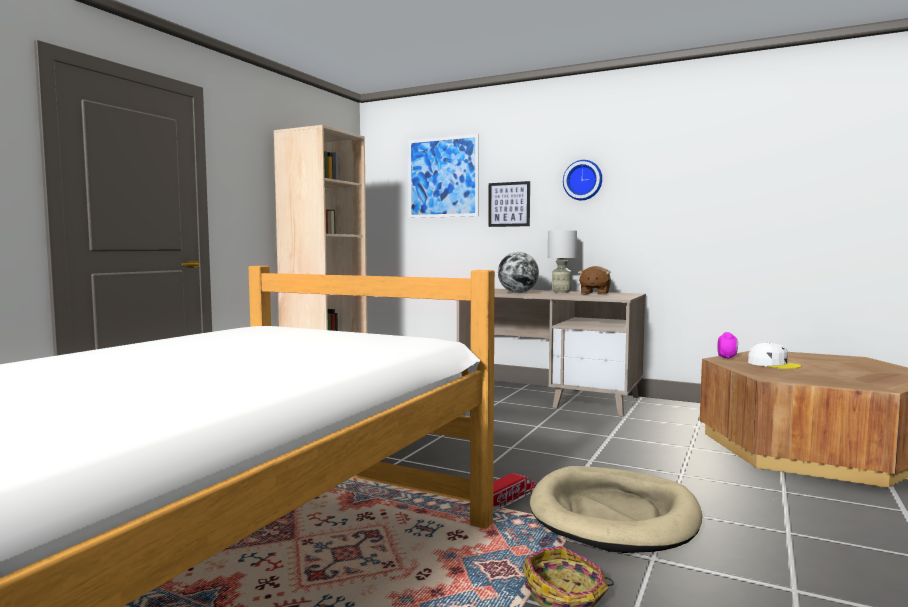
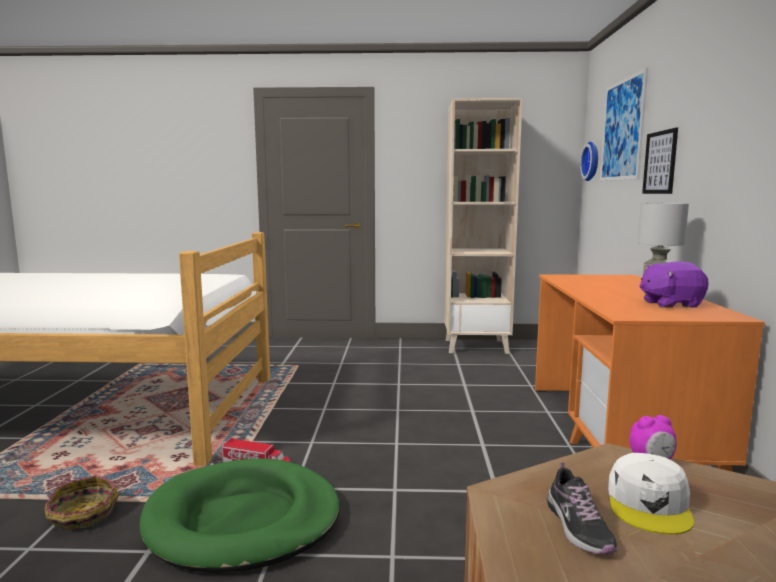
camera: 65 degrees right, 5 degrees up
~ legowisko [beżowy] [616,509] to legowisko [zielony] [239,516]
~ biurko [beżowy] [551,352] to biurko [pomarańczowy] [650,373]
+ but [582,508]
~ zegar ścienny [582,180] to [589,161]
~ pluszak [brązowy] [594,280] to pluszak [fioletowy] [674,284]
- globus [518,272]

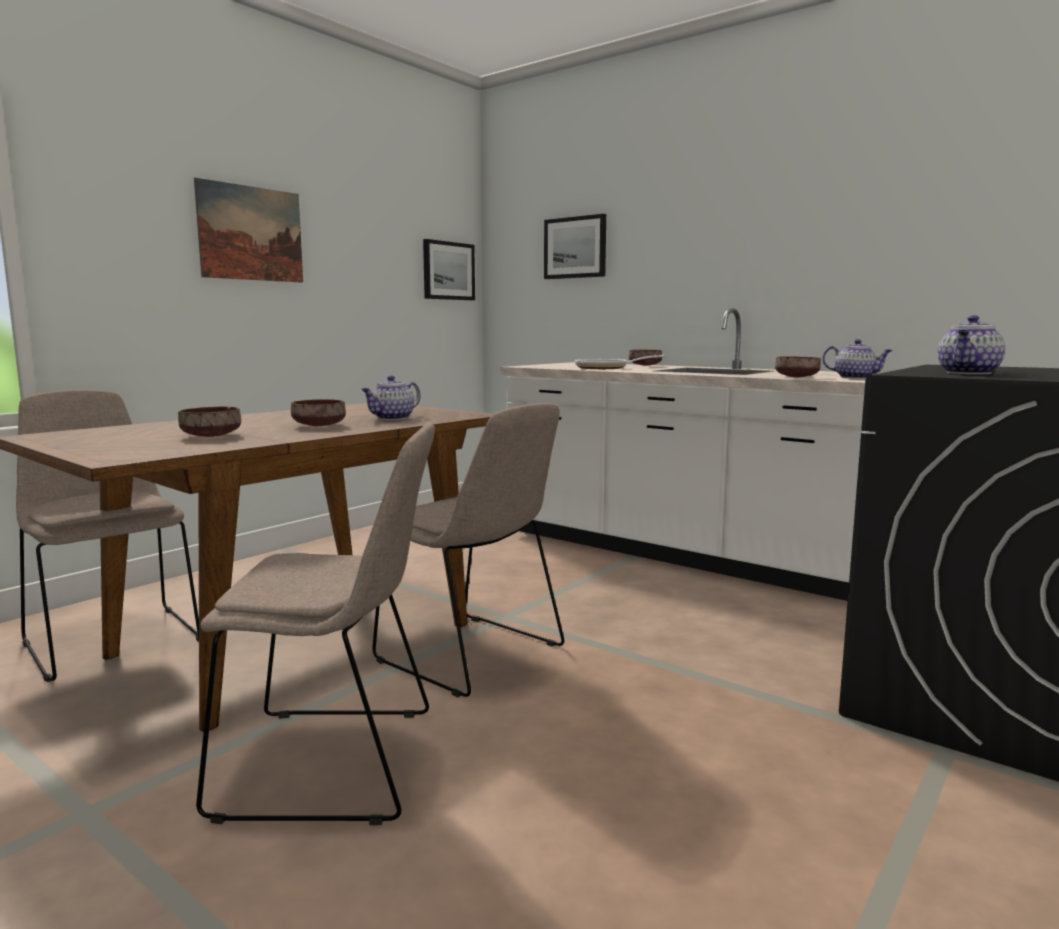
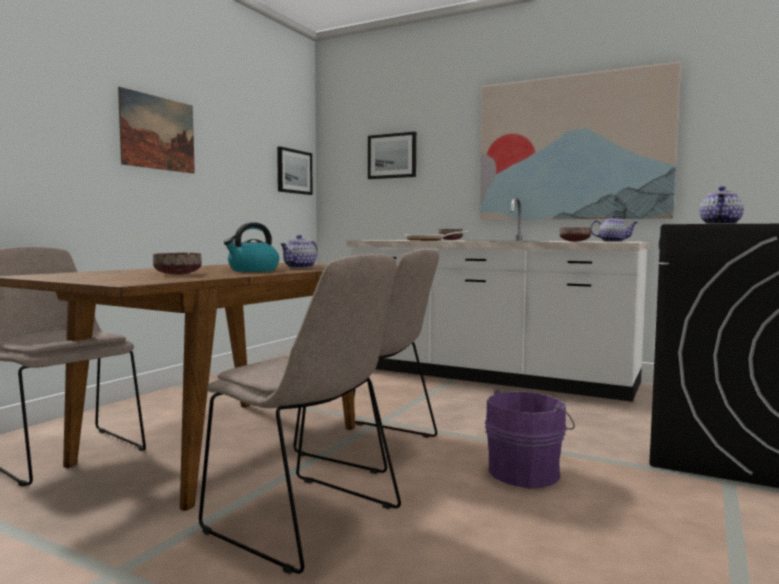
camera: 10 degrees left, 5 degrees down
~ krzesło [beżowy] [315,623] = [300,414] 45 degrees clockwise
~ miska [brązowy] [318,412] to czajnik [251,247]
+ obraz [580,140]
+ wiadro [fioletowy] [530,439]

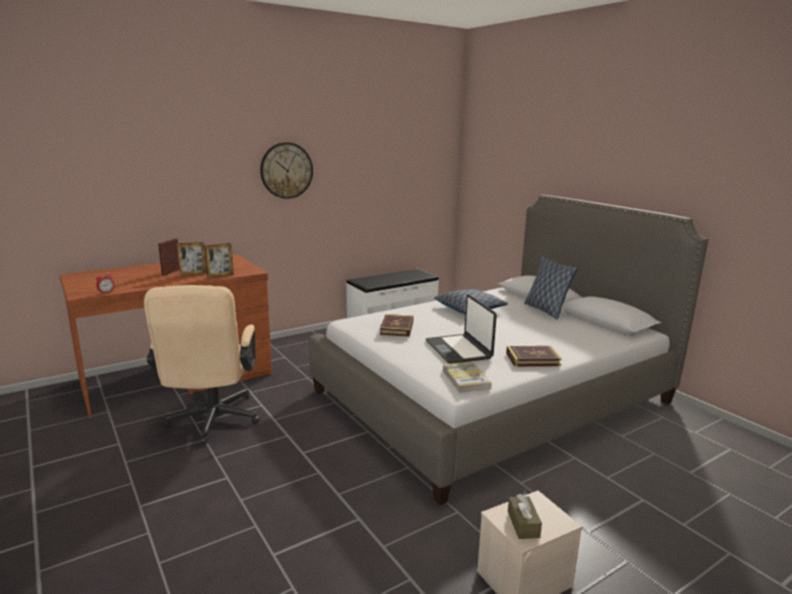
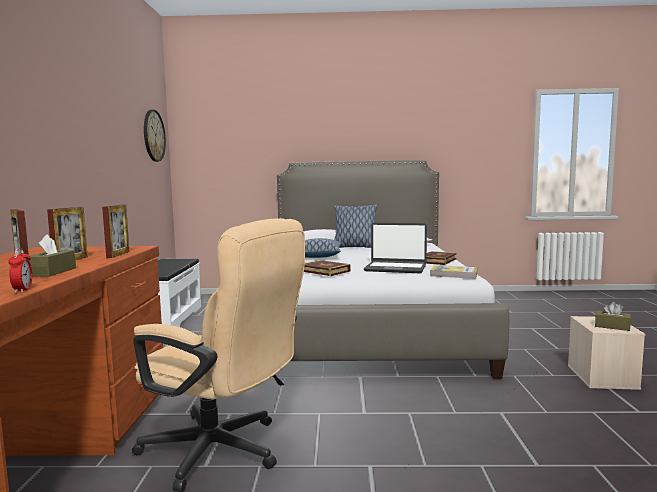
camera: 55 degrees left, 10 degrees down
+ pudełko chusteczek [brązowy] [52,256]
~ zegar ścienny [286,170] to [155,136]

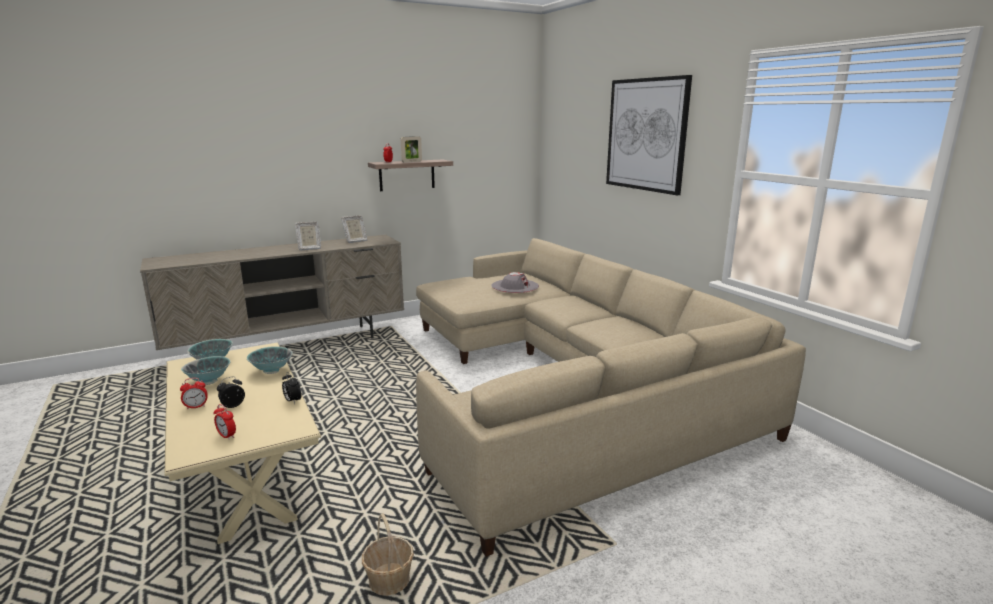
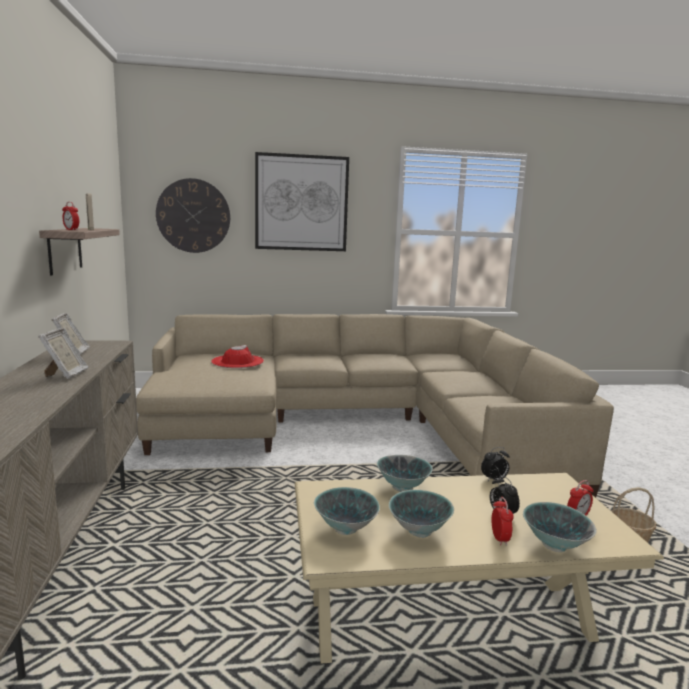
camera: 70 degrees left, 5 degrees down
+ zegar ścienny [193,215]
~ kapelusz [szary] [515,282] to kapelusz [czerwony] [237,356]
+ miska [560,527]

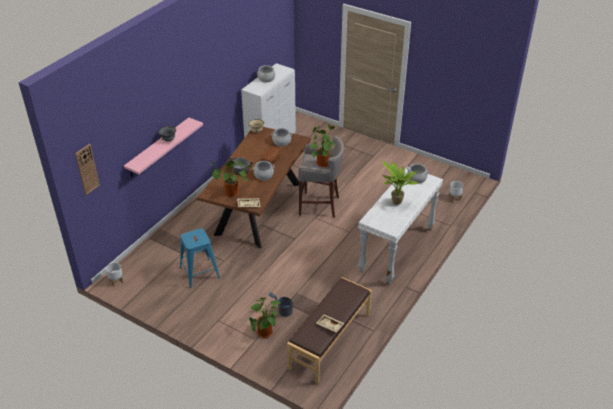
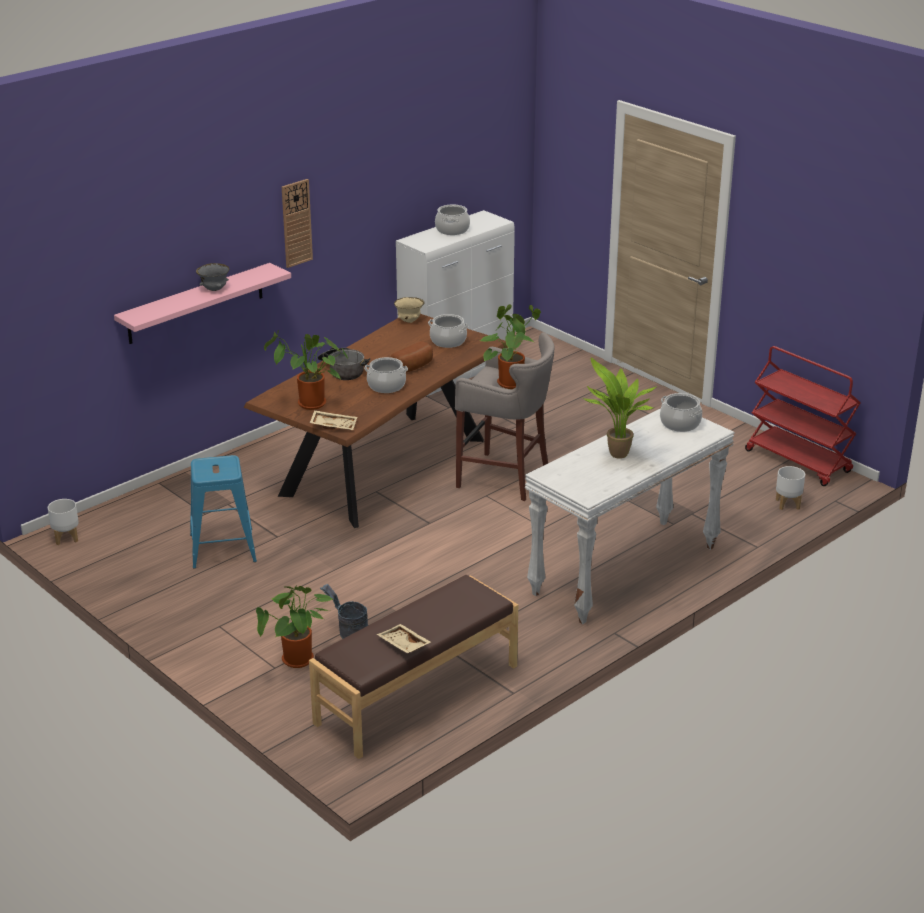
camera: 15 degrees right, 10 degrees down
~ zegar ścienny [87,169] to [297,223]
+ wózek [czerwony] [803,416]

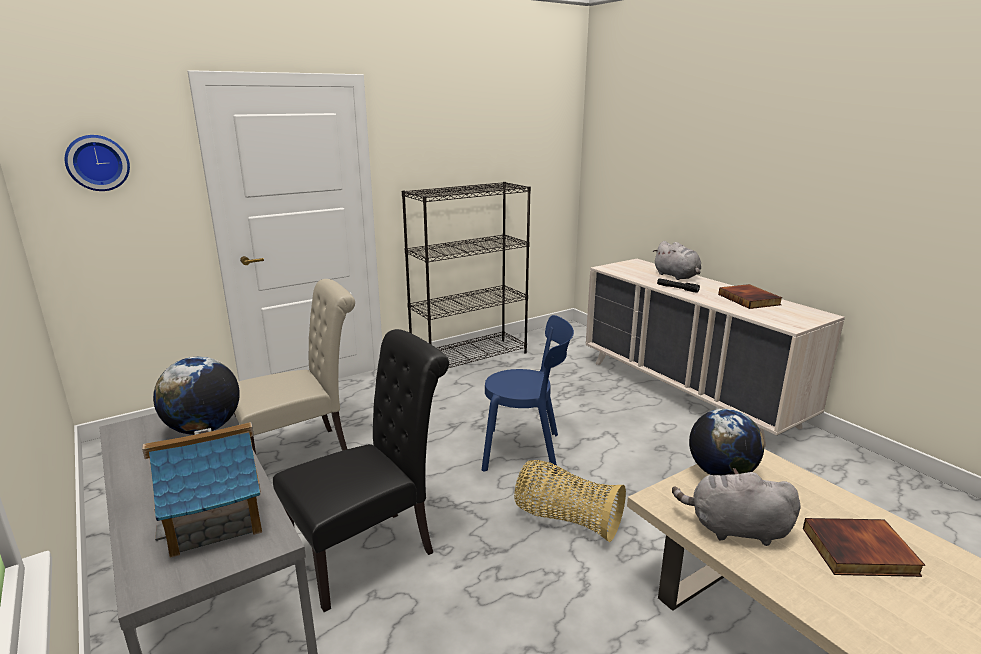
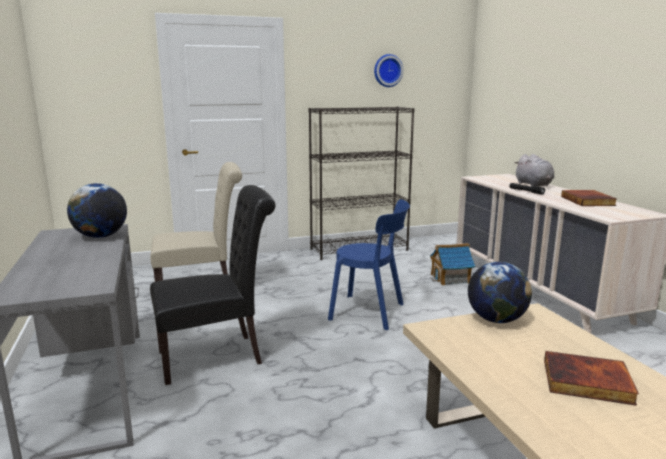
camera: 15 degrees right, 5 degrees down
~ zegar ścienny [97,163] to [388,70]
~ domek [202,490] to [452,264]
- koszyk [570,501]
- pluszak [szary] [736,507]

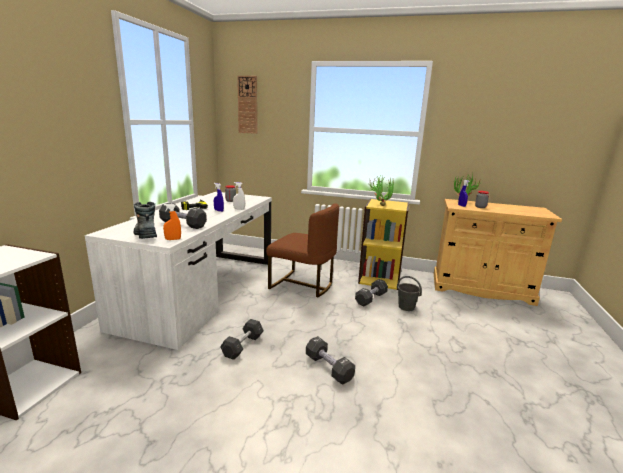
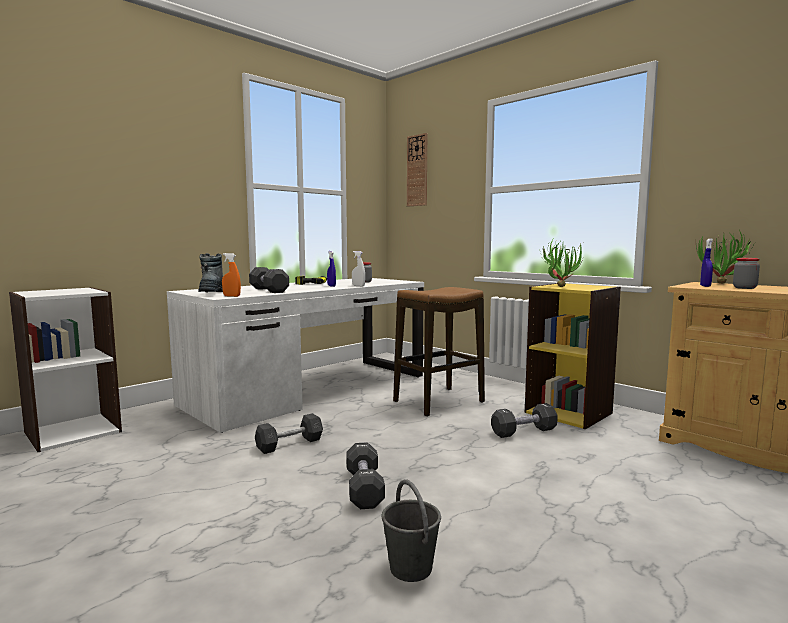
camera: 30 degrees right, 10 degrees down
~ wiadro [szary] [409,293] to [411,530]
~ krzesło [brązowy] [302,250] to stołek [439,352]

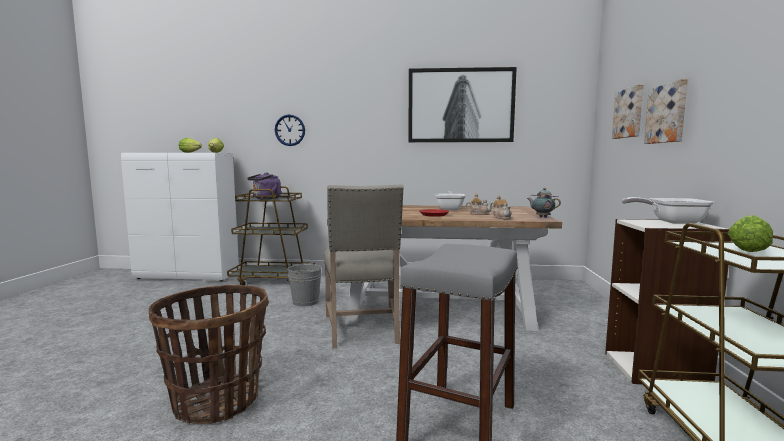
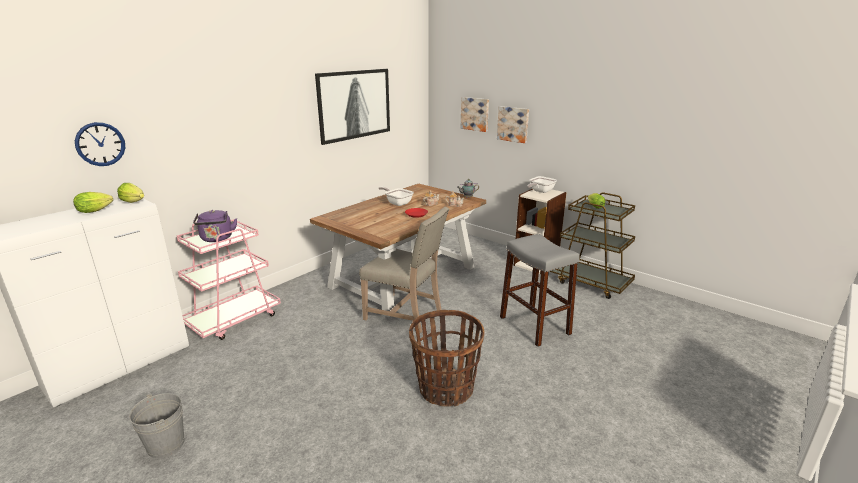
camera: 55 degrees left, 15 degrees up
~ zegar ścienny [290,130] to [100,144]
~ wiadro [szary] [304,284] to [157,425]
~ wózek [brązowy] [271,235] to wózek [różowy] [229,279]

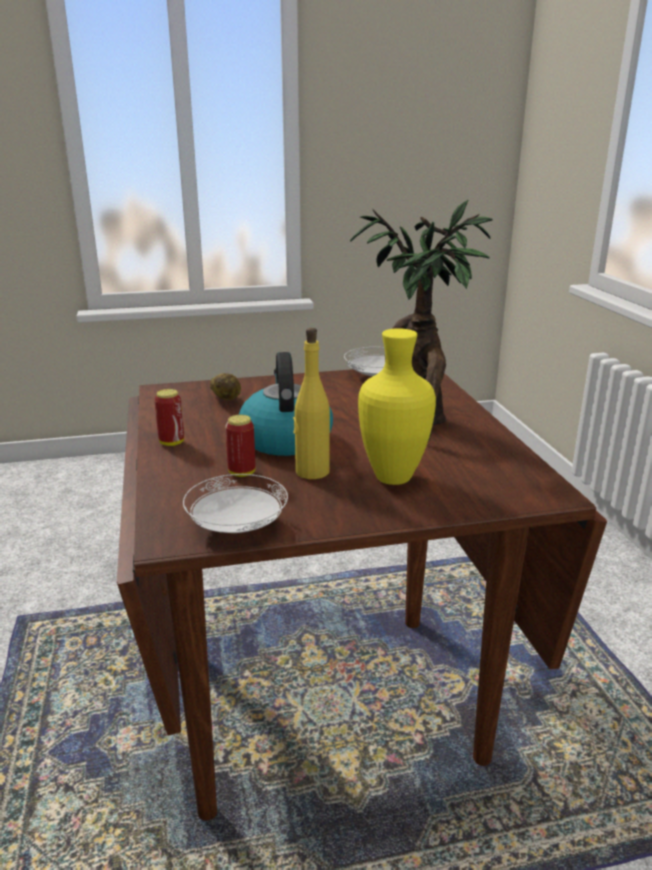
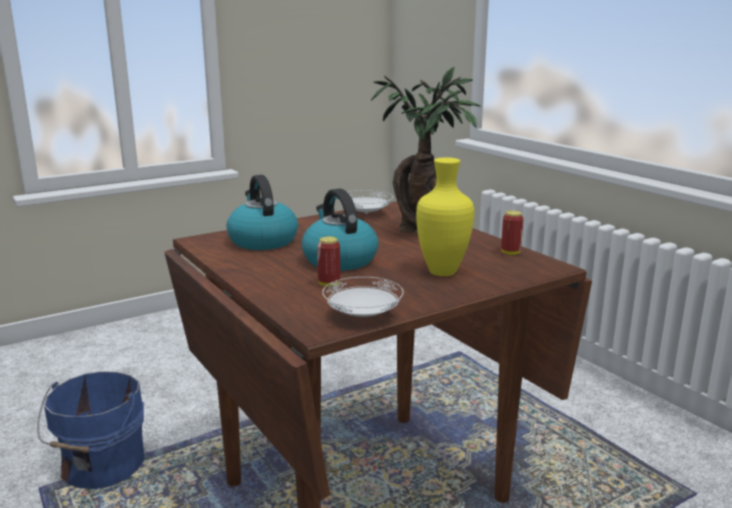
camera: 20 degrees left, 5 degrees down
+ wiadro [niebieski] [90,430]
~ ziemniak [225,386] to czajnik [262,212]
~ puszka [169,417] to [512,232]
- butelka [żółty] [311,403]

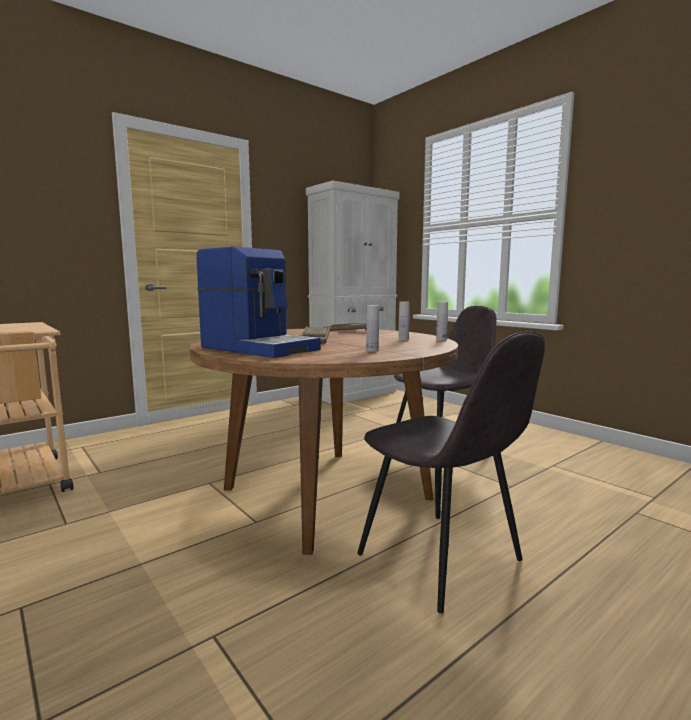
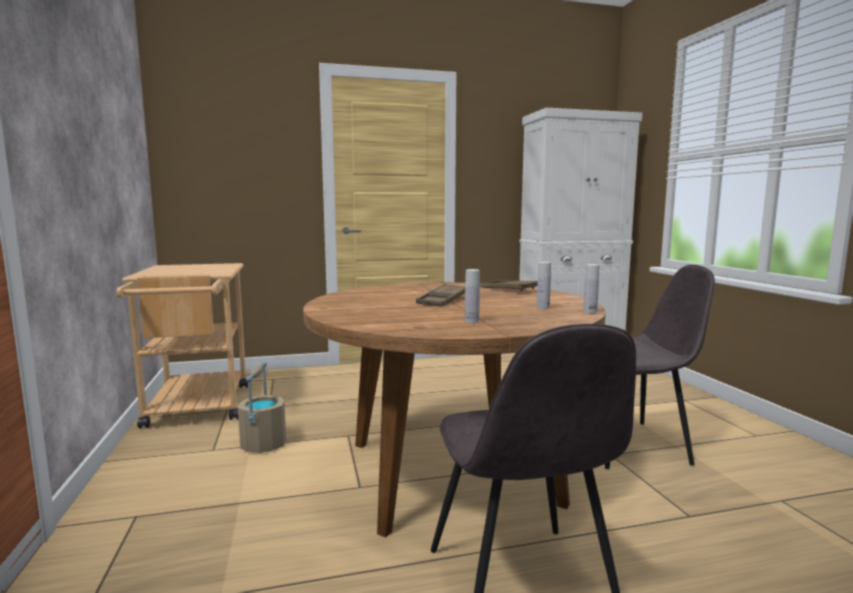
camera: 25 degrees right, 0 degrees up
+ wiadro [beżowy] [262,407]
- ekspres do kawy [259,302]

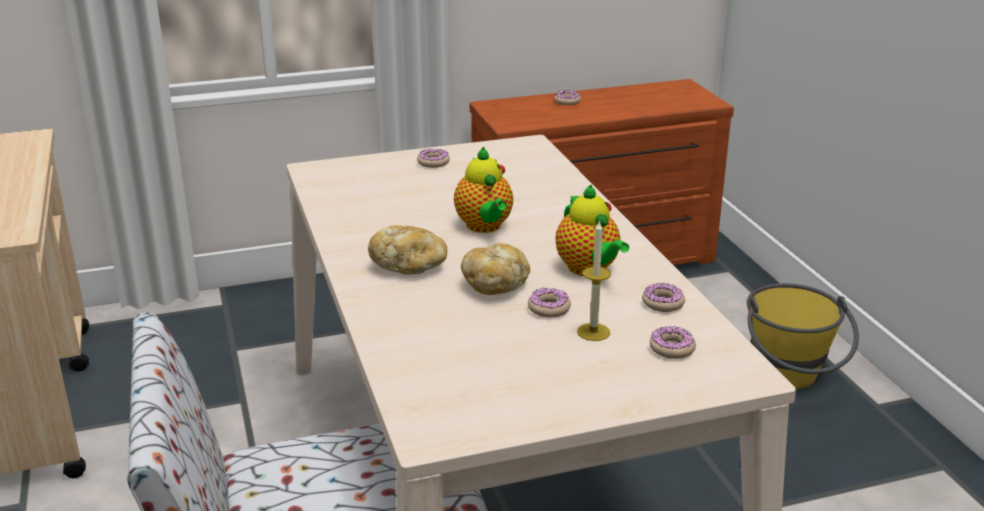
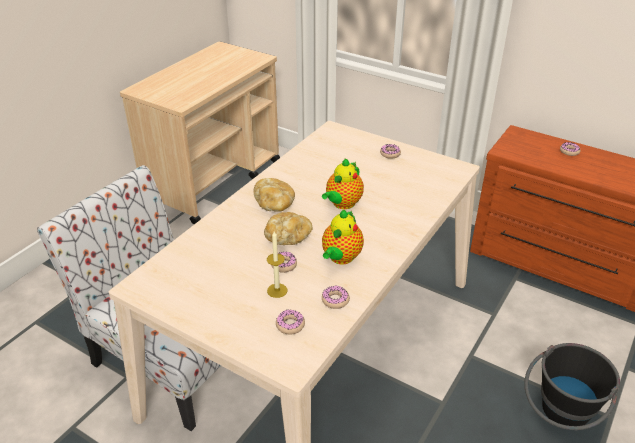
camera: 50 degrees right, 10 degrees up
~ wiadro [żółty] [803,336] to wiadro [czarny] [572,386]

